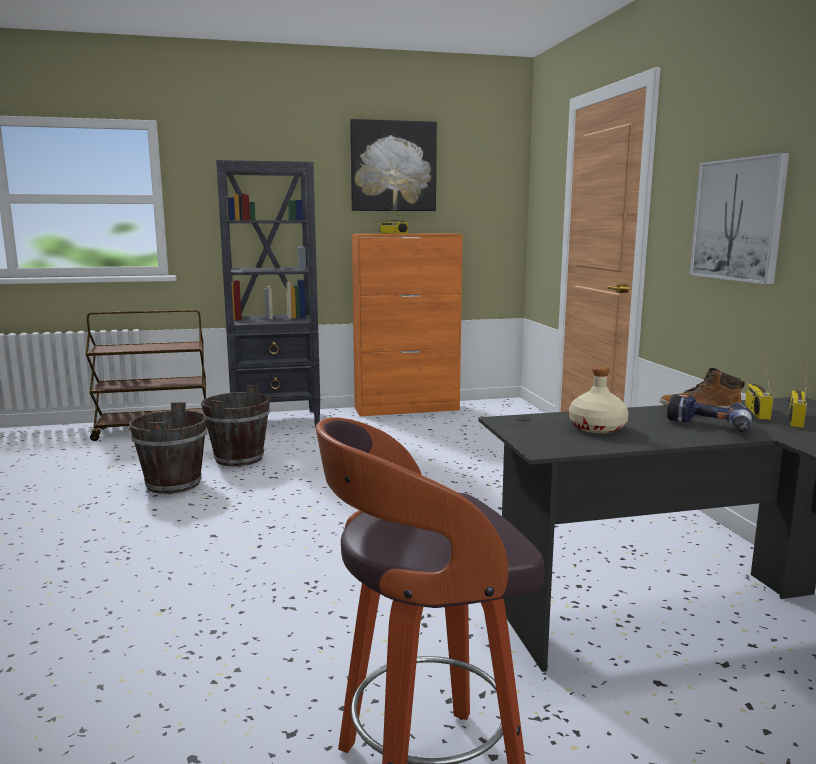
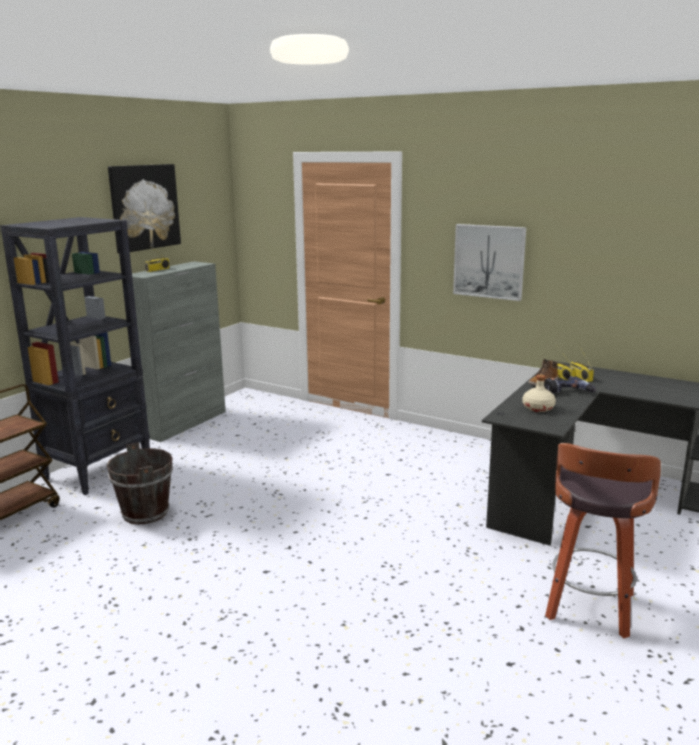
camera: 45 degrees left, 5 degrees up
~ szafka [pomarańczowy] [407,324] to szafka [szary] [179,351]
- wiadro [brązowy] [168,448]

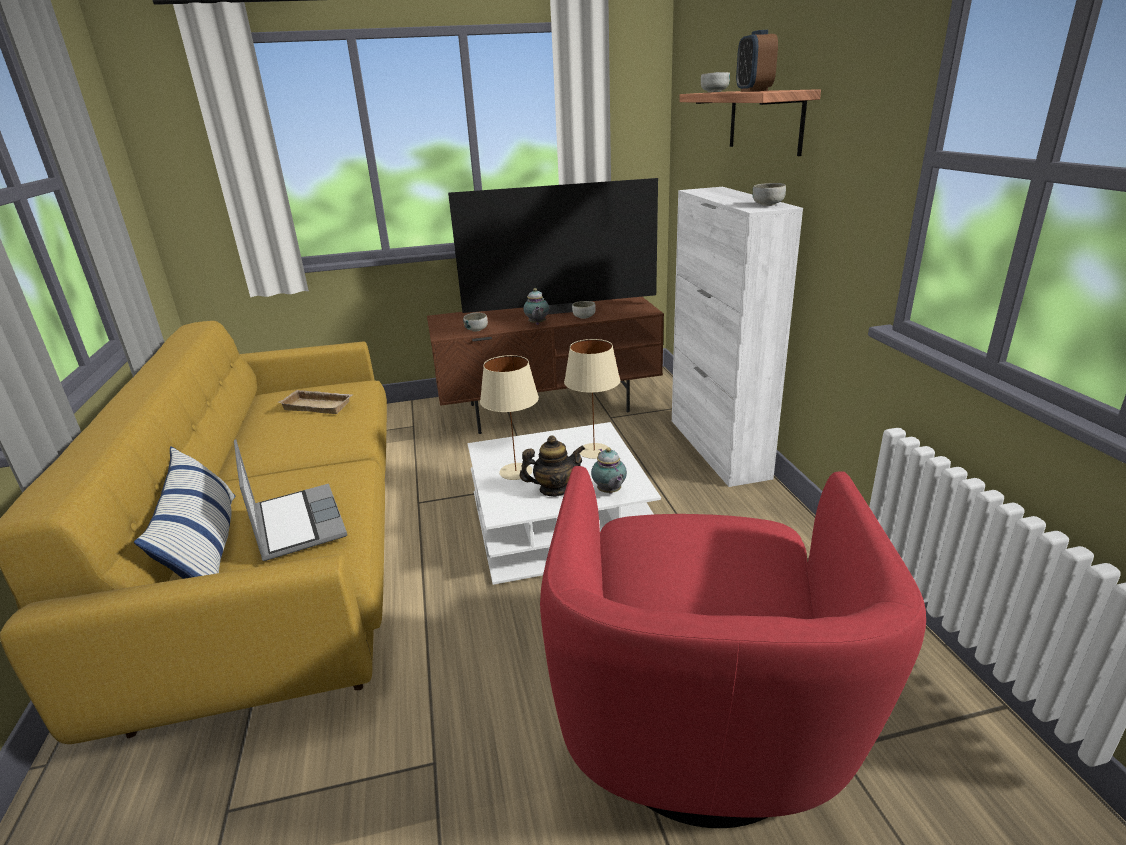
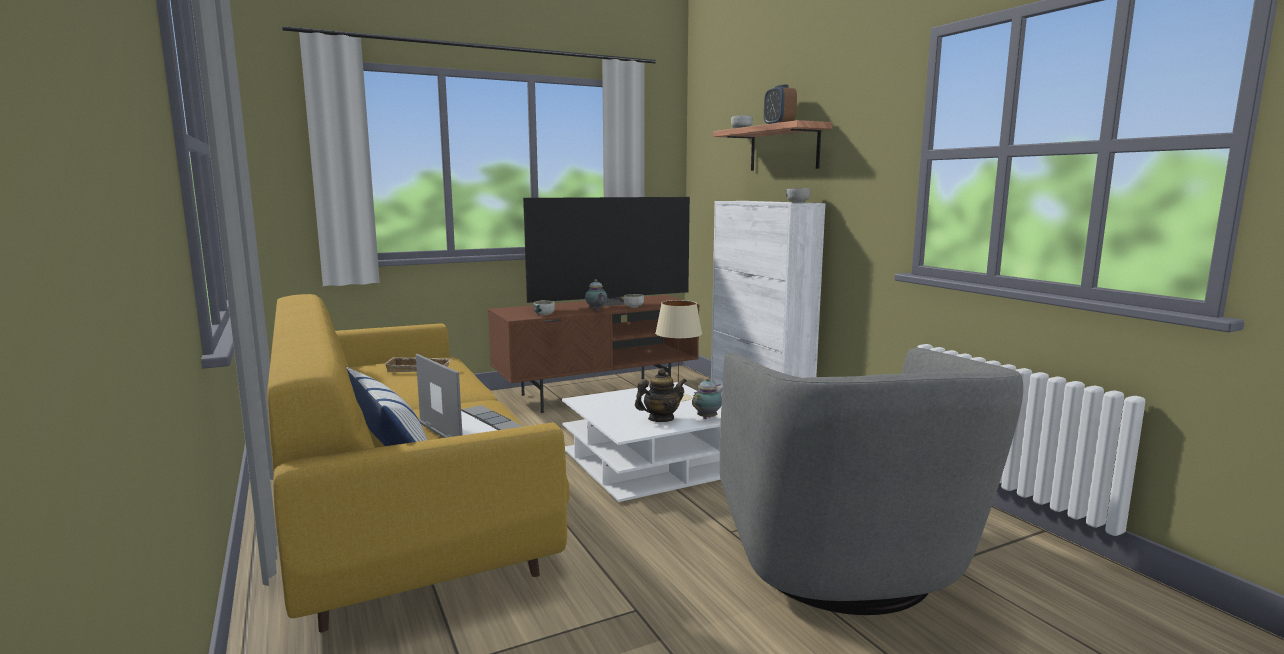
camera: 15 degrees left, 15 degrees down
~ imbryk [609,470] = [707,398] 105 degrees counterclockwise
~ fotel [czerwony] [733,647] to fotel [szary] [871,481]
- lampa stołowa [beżowy] [509,417]

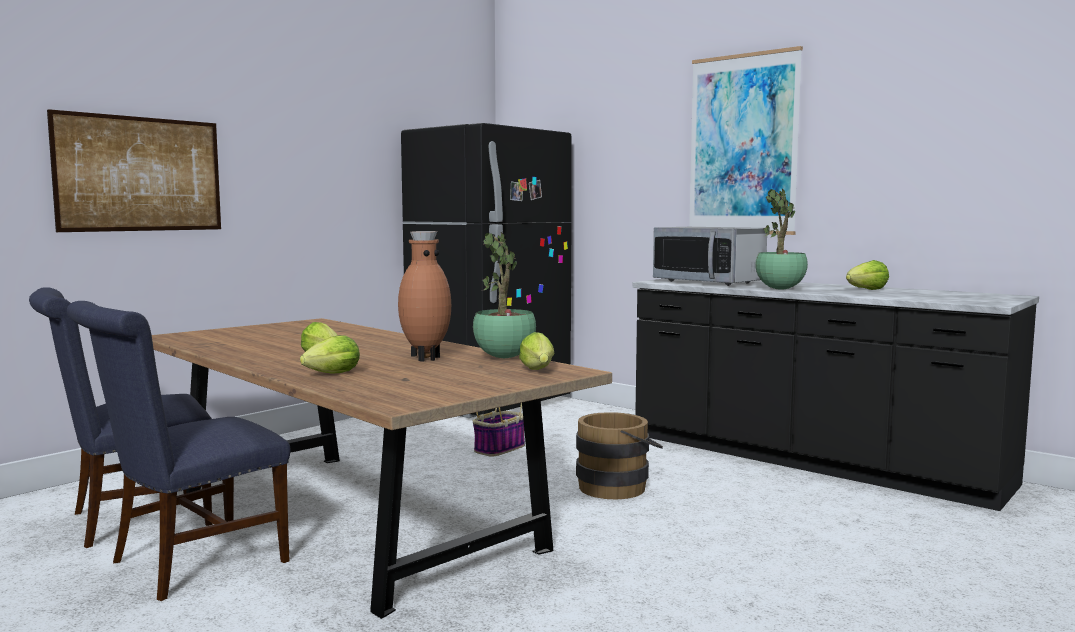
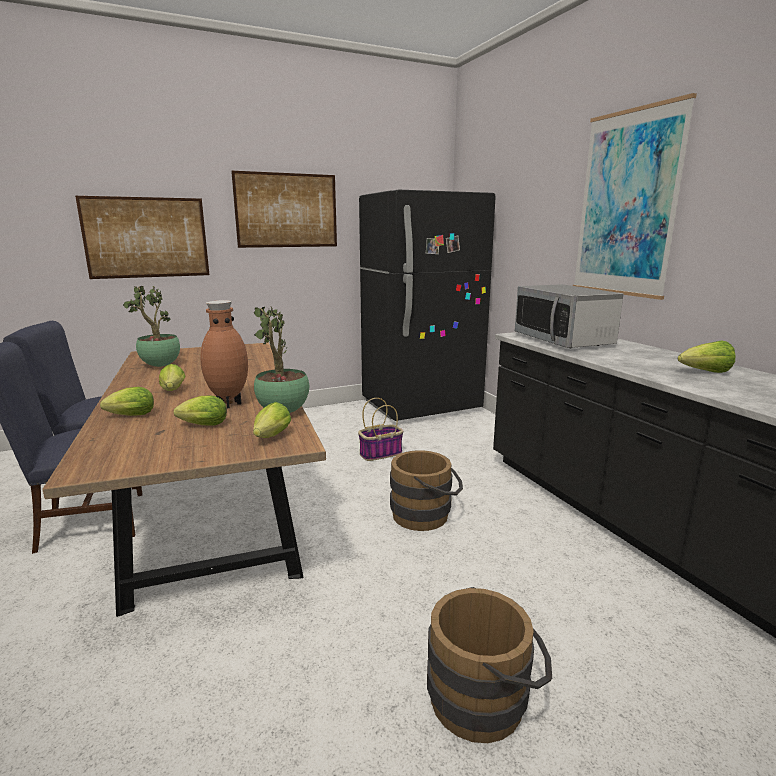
camera: 25 degrees right, 10 degrees up
~ roślina doniczkowa [781,239] to [151,326]
+ sałata [200,410]
+ obraz [284,209]
+ wiadro [brązowy] [489,665]

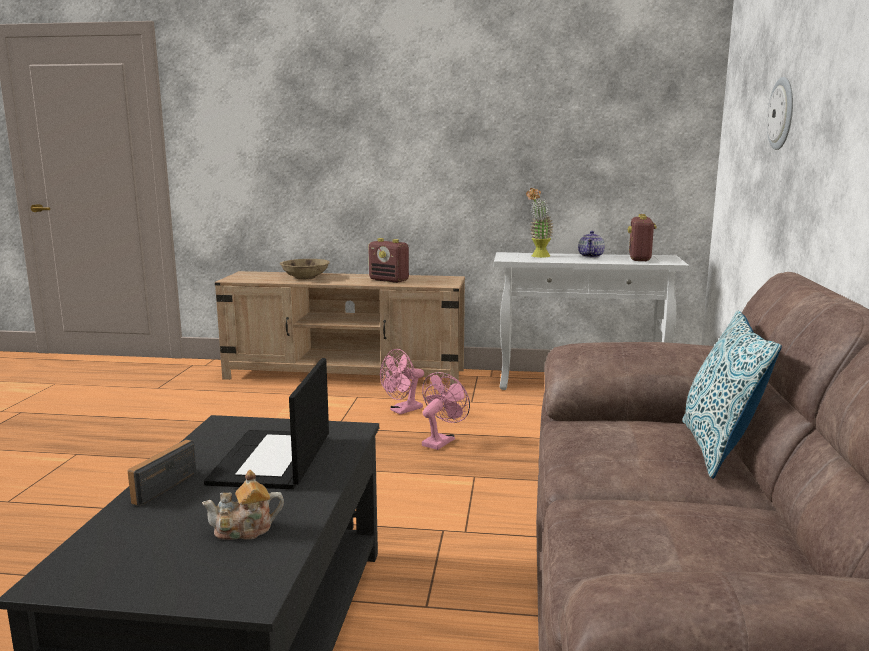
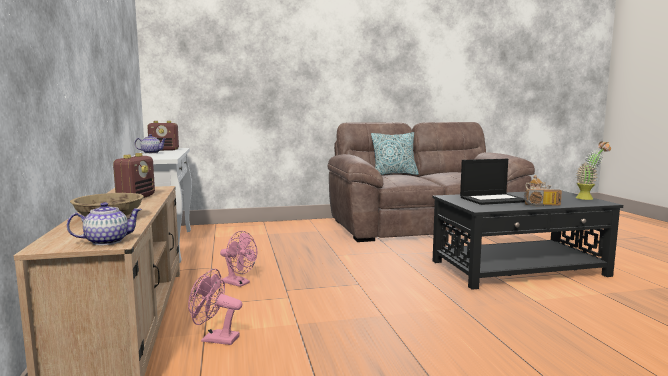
camera: 110 degrees left, 5 degrees down
+ imbryk [104,223]
~ wentylator [różowy] [446,411] to [215,307]
~ roślina doniczkowa [540,223] to [593,170]
- zegar ścienny [780,113]

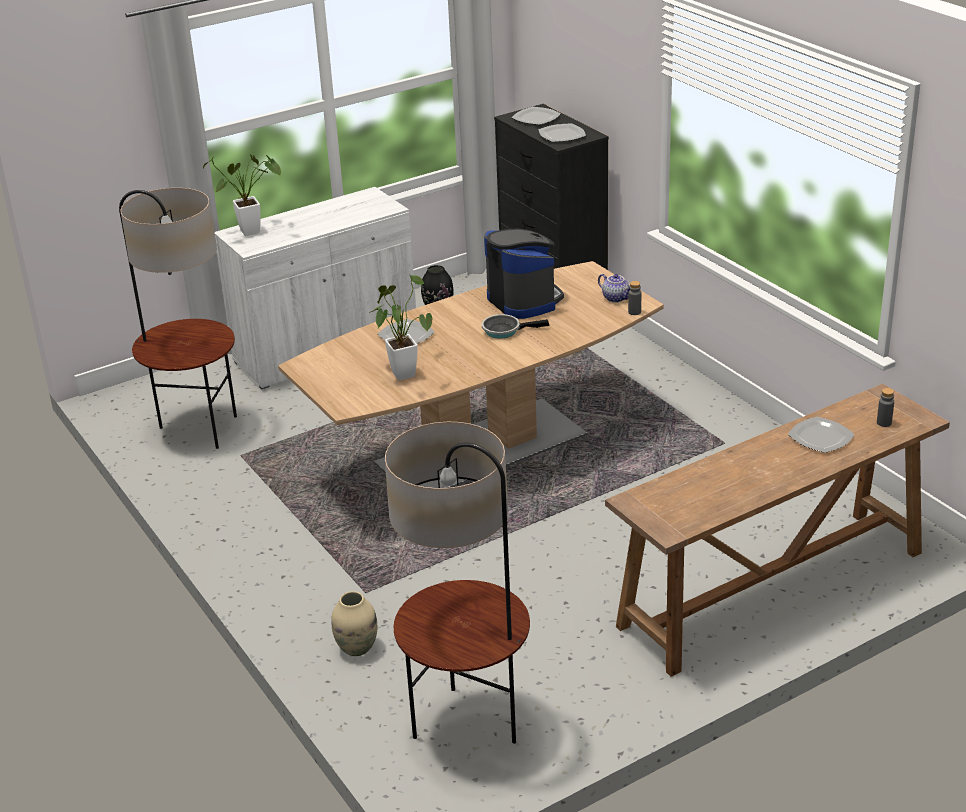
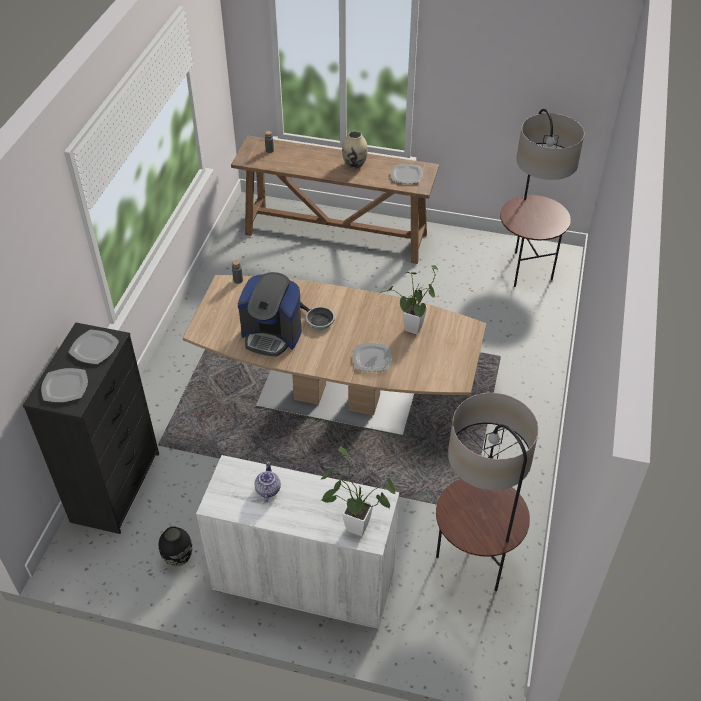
camera: 135 degrees left, 15 degrees up
~ ekspres do kawy [524,274] = [270,314] 90 degrees counterclockwise
~ imbryk [614,288] to [268,481]
~ wazon [beżowy] [354,623] to [355,150]
~ talerz [821,435] to [407,174]

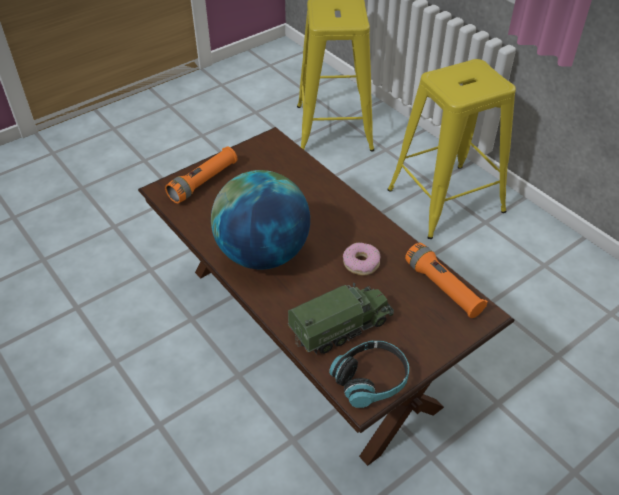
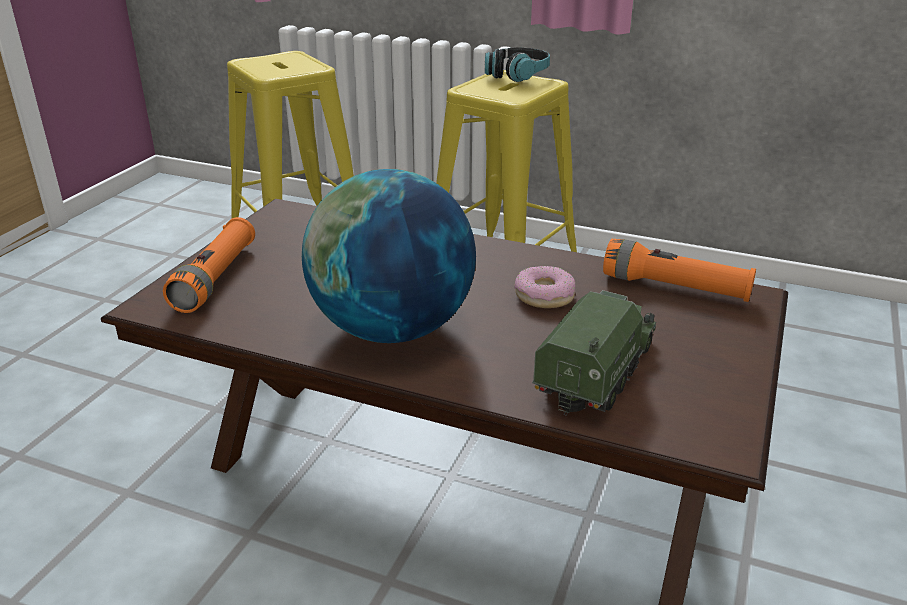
camera: 30 degrees left, 15 degrees down
~ słuchawki [369,374] to [517,64]

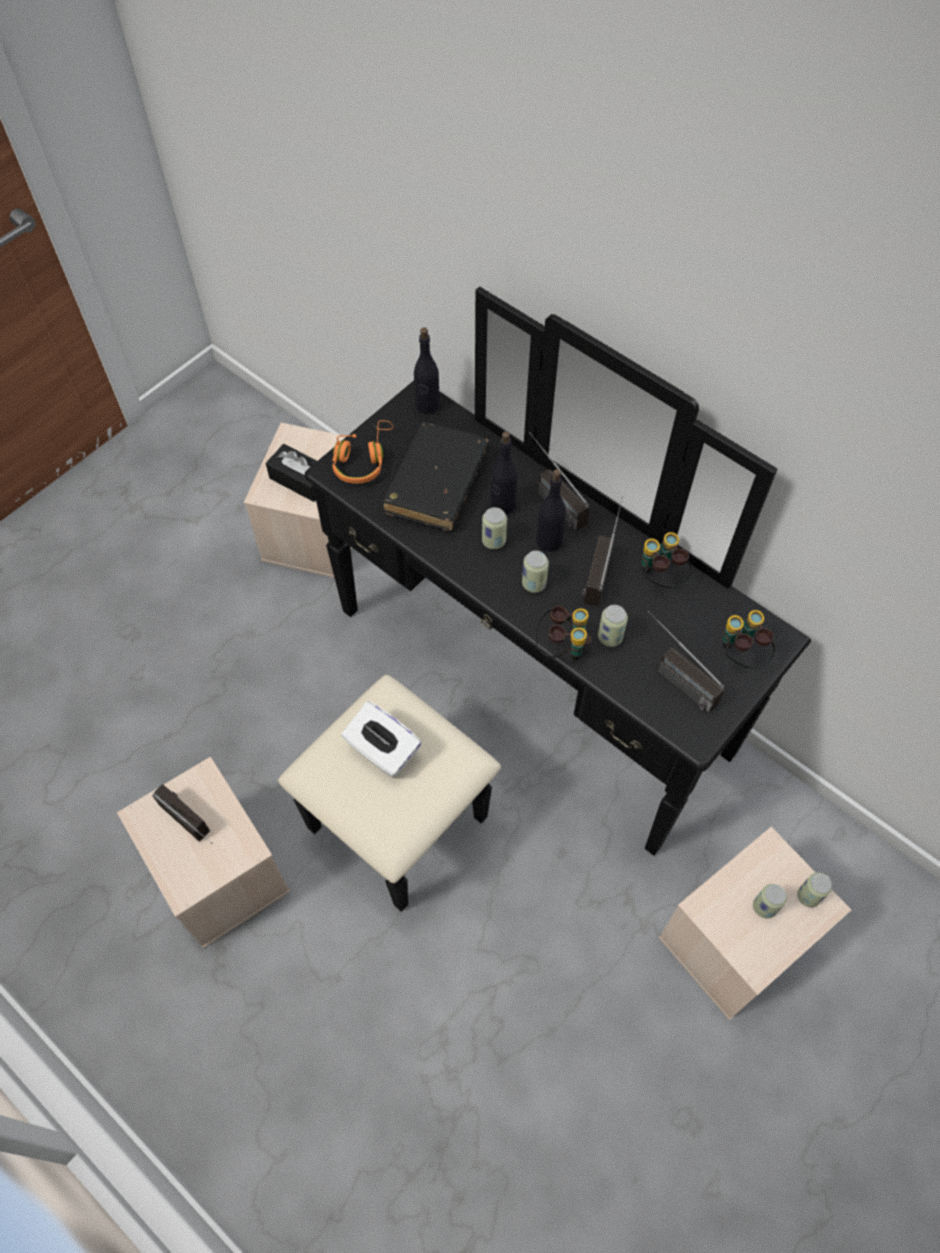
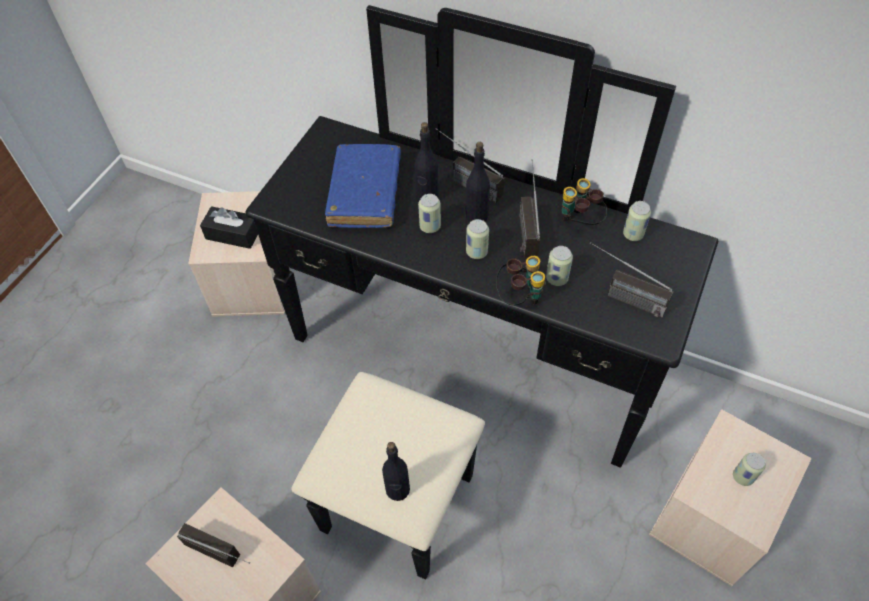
camera: 15 degrees left, 5 degrees down
~ książka [czarny] [436,476] to książka [niebieski] [363,186]
~ butelka [czarny] [427,371] to [396,471]
~ puszka [814,890] to [637,221]
- słuchawki [pomarańczowy] [362,452]
- pudełko chusteczek [biały] [381,739]
- lornetka [749,639]

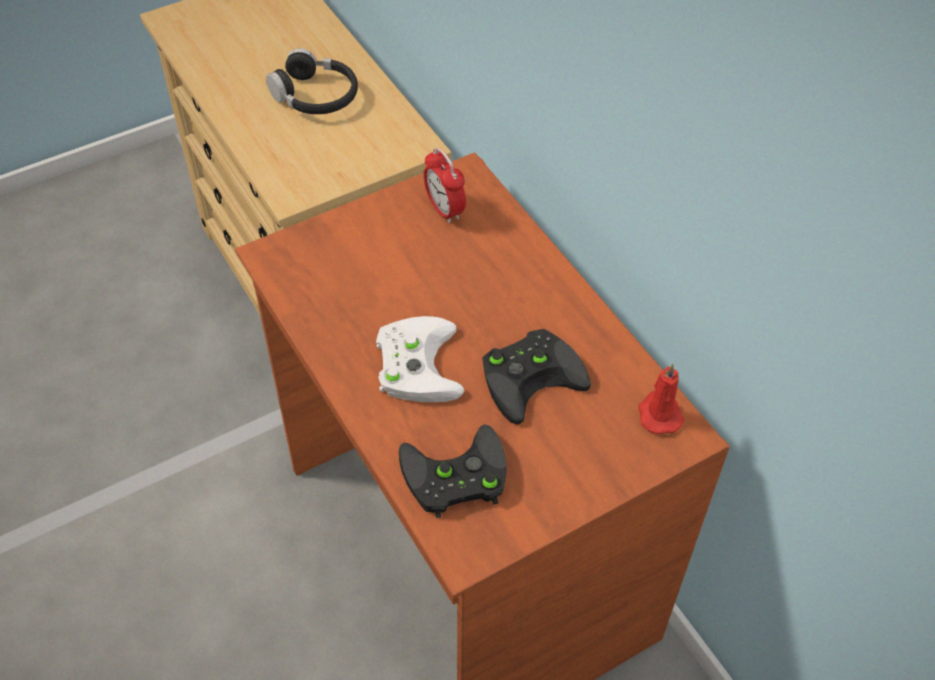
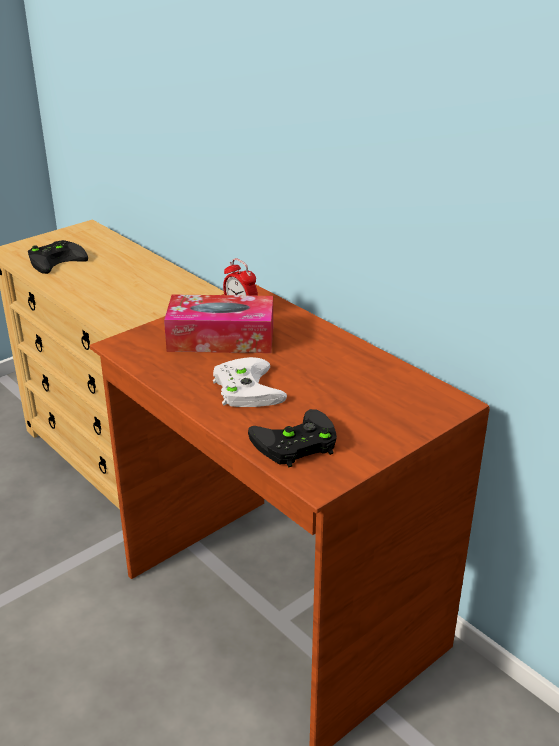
camera: 10 degrees left, 20 degrees down
~ pad do gier [czarny] [536,377] to [58,257]
+ pudełko chusteczek [218,323]
- słuchawki [czarny] [312,81]
- świeca [czerwony] [661,398]

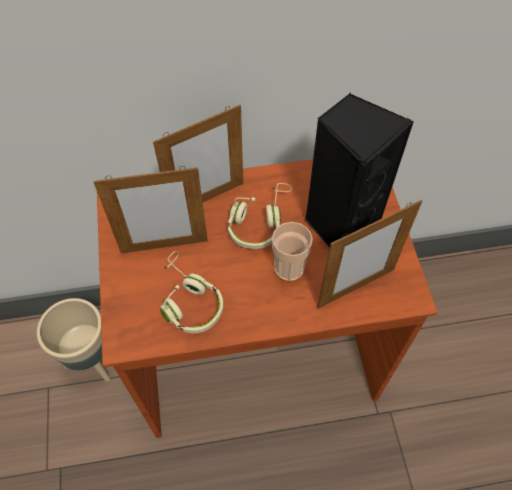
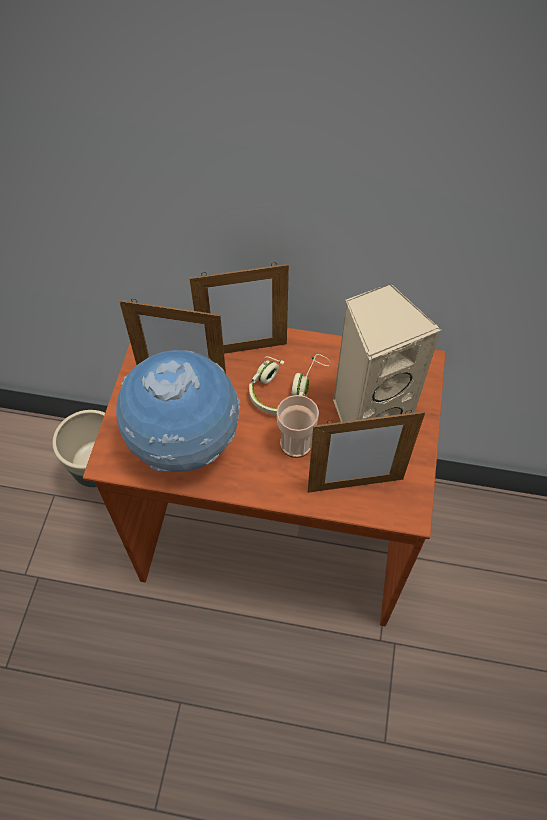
camera: 20 degrees right, 0 degrees up
~ słuchawki [beżowy] [191,292] to globus [178,411]
~ głośnik [czarny] [359,170] to głośnik [beżowy] [387,352]

